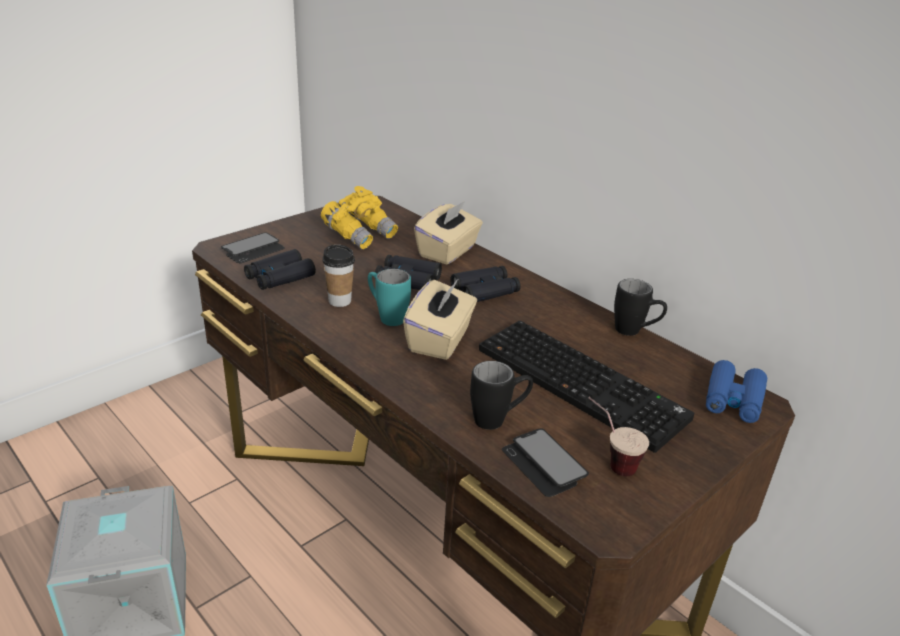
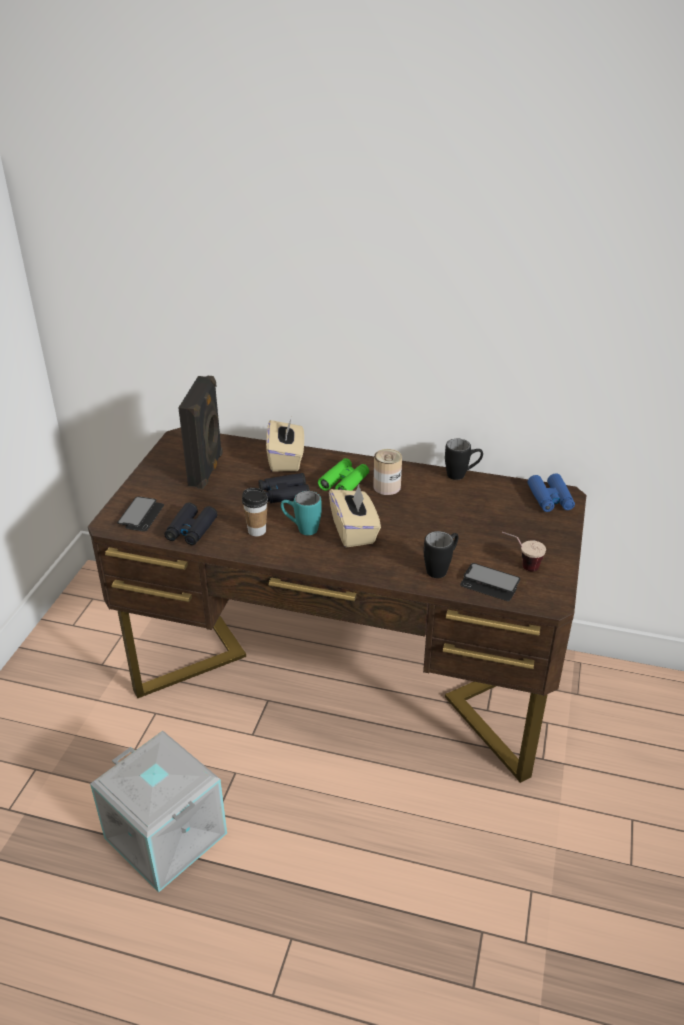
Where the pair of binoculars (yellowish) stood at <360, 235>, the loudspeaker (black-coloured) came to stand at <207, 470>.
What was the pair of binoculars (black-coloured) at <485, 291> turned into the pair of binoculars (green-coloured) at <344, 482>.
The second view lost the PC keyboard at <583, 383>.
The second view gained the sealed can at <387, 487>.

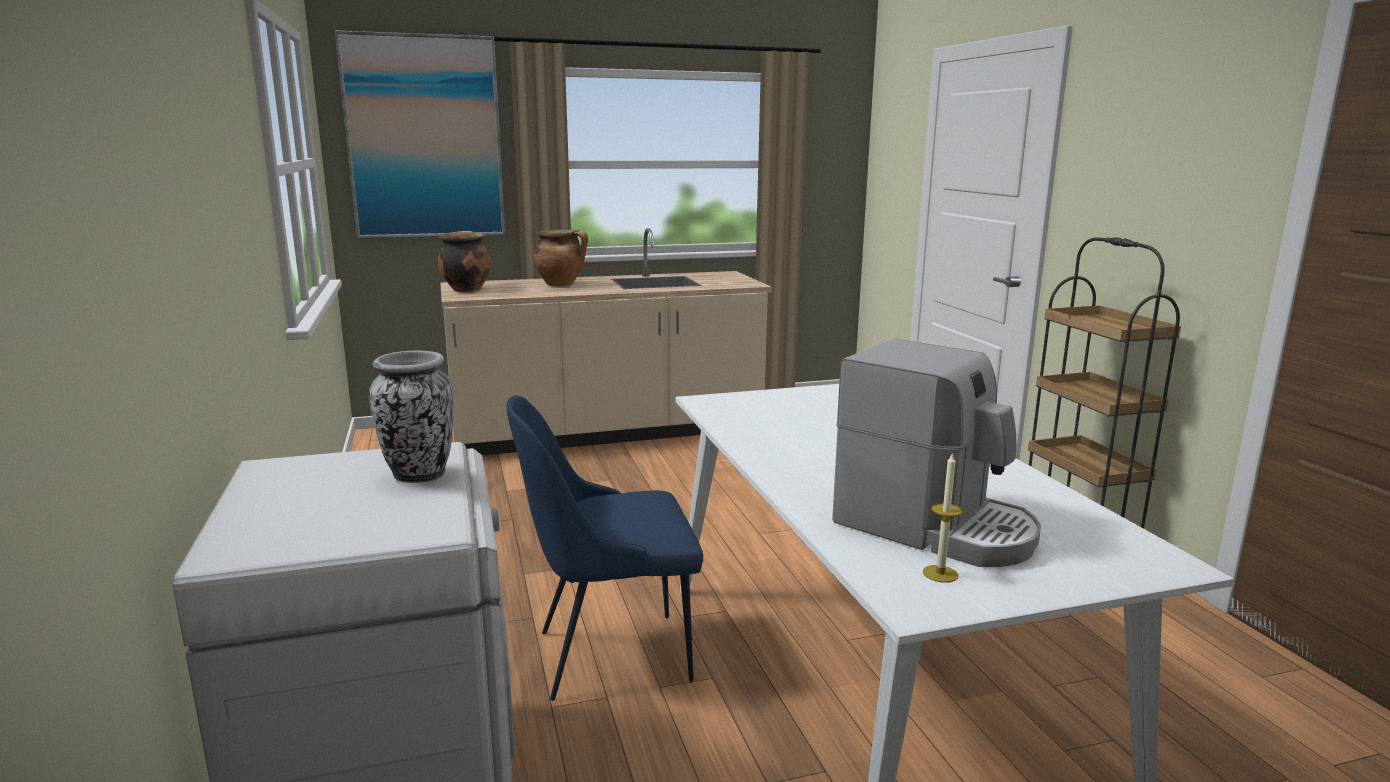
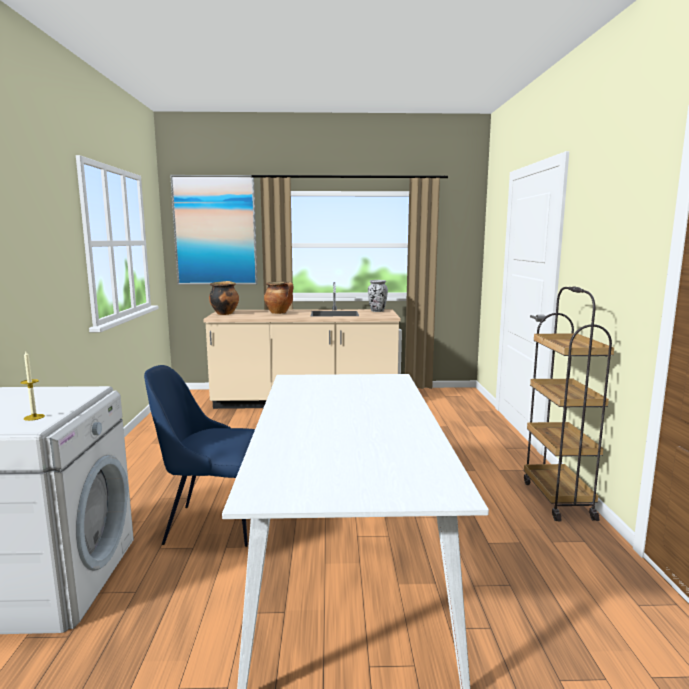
The second view lost the coffee machine at <935, 527>.
The flower vase ended up elsewhere, having gone from <419, 475> to <377, 311>.
The wax candle ended up elsewhere, having gone from <940, 574> to <34, 417>.

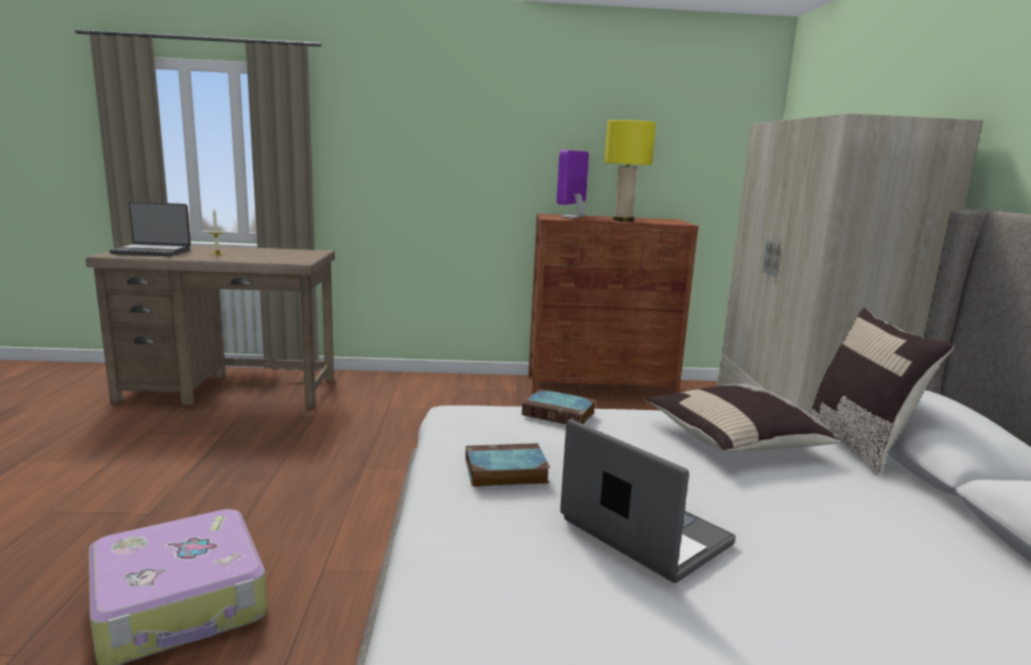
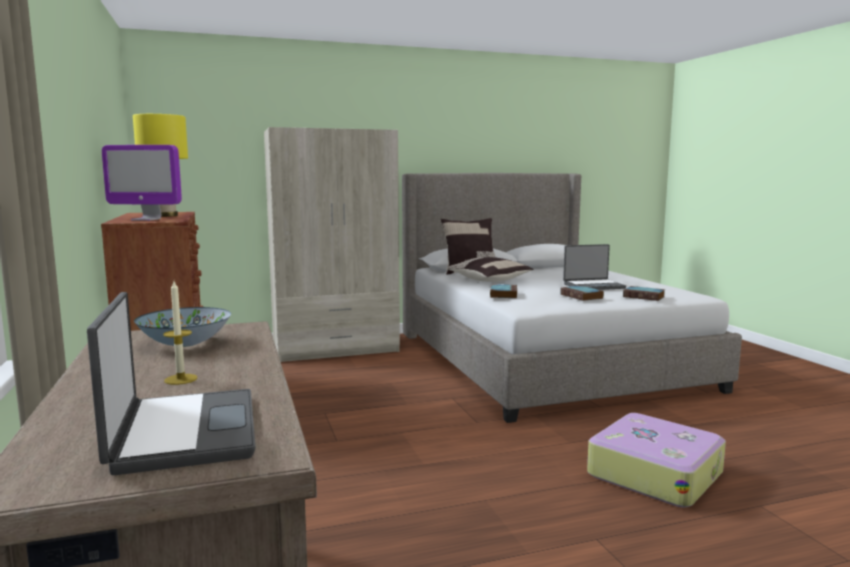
The portable computer at <642, 533> ended up facing another way, 135 degrees counterclockwise from before.
The second view gained the book at <644, 297>.
The second view gained the serving bowl at <185, 343>.

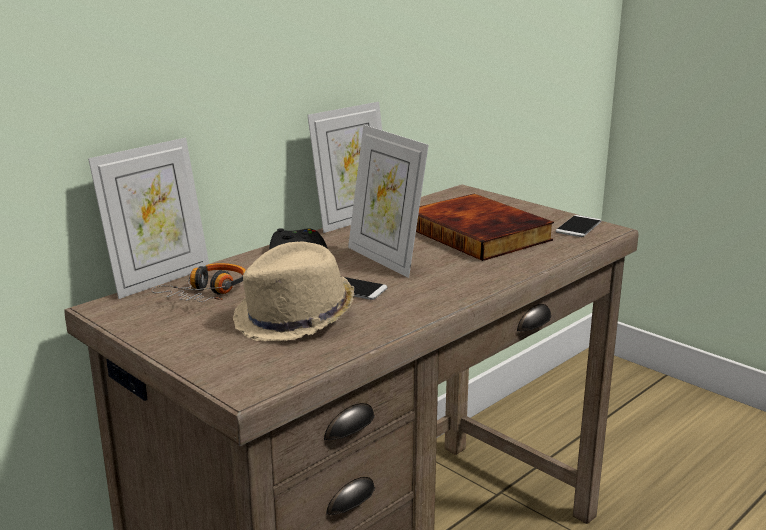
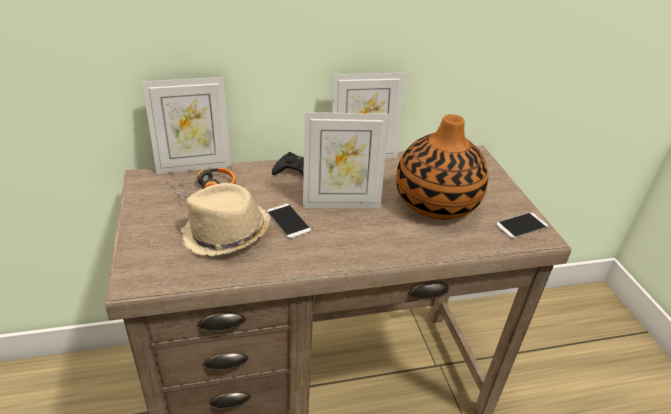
The photo frame at <385, 259> ended up facing another way, 90 degrees counterclockwise from before.
Where the book stood at <480, 233>, the flower vase came to stand at <436, 203>.

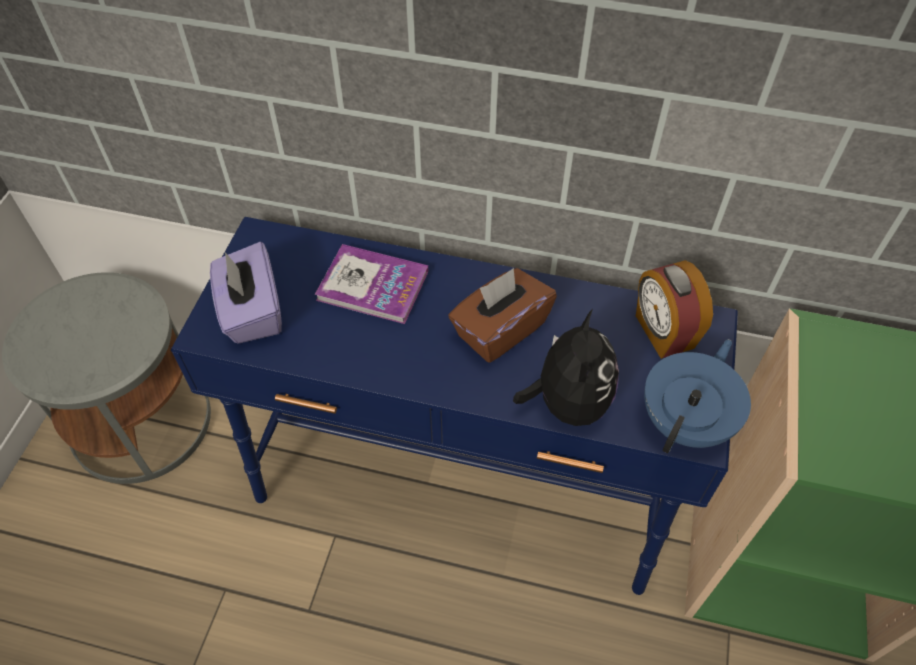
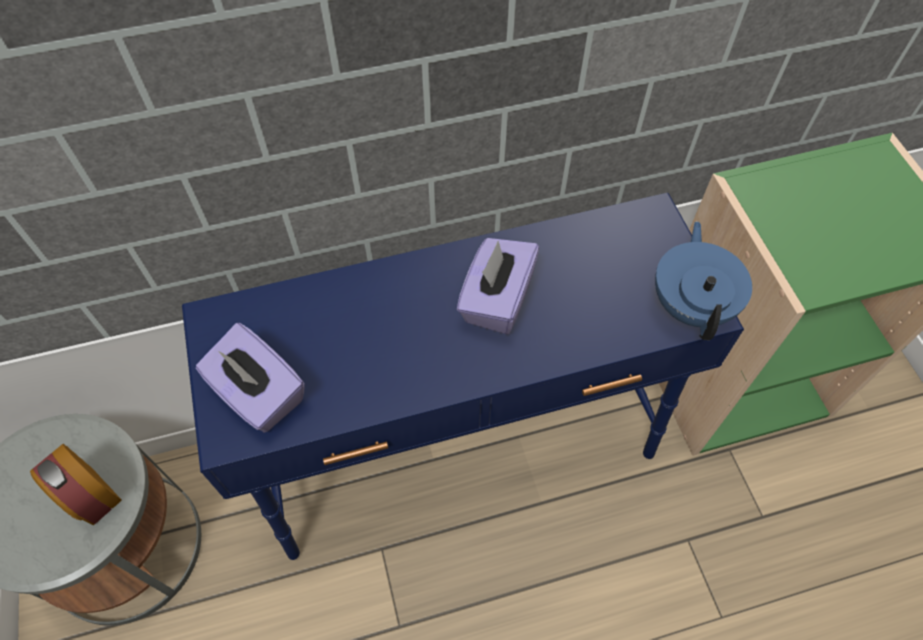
The second view lost the book at <372, 285>.
The alarm clock ended up elsewhere, having gone from <662, 332> to <91, 497>.
What was the tissue box (brownish) at <500, 330> turned into the tissue box (purplish) at <496, 300>.
The second view lost the soft toy at <567, 402>.

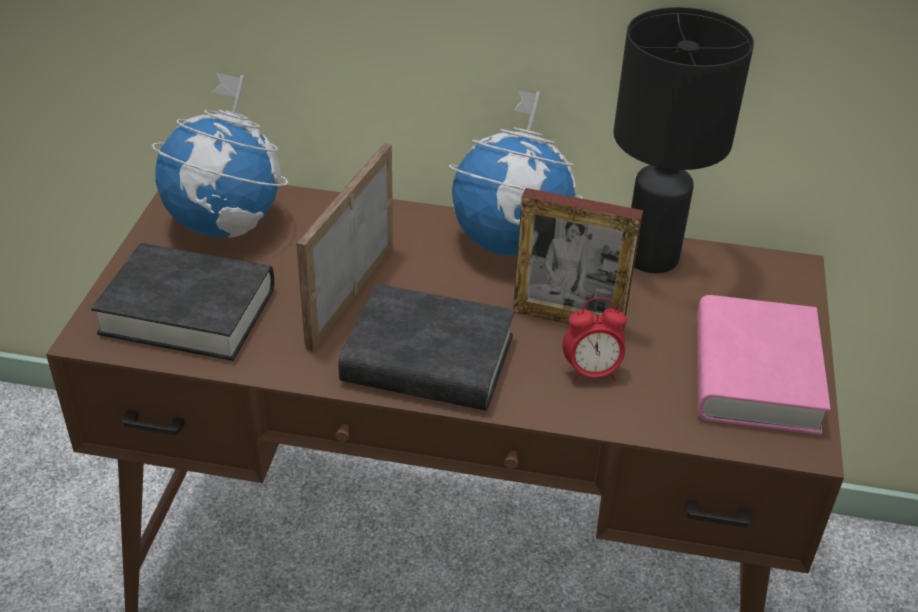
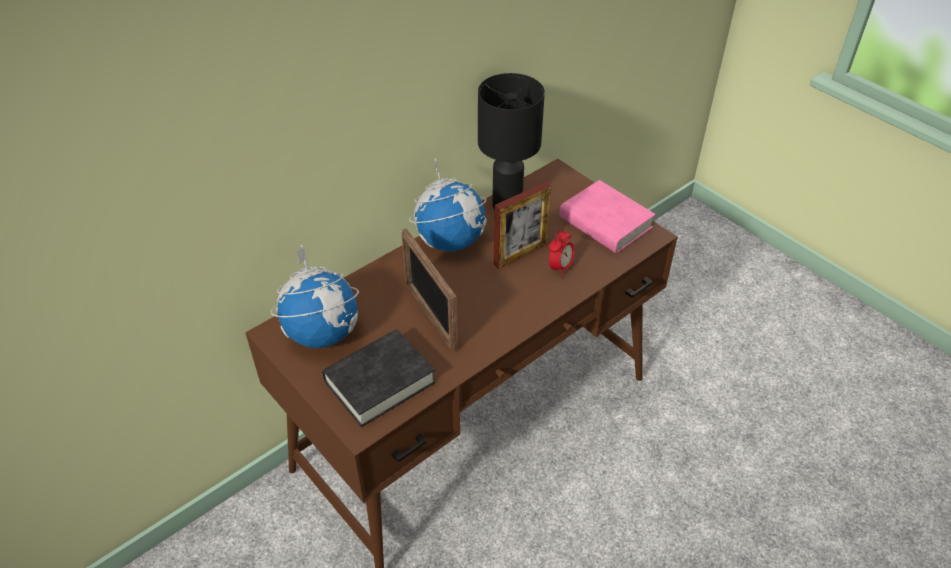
The second view lost the book (black-coloured) at <428, 359>.

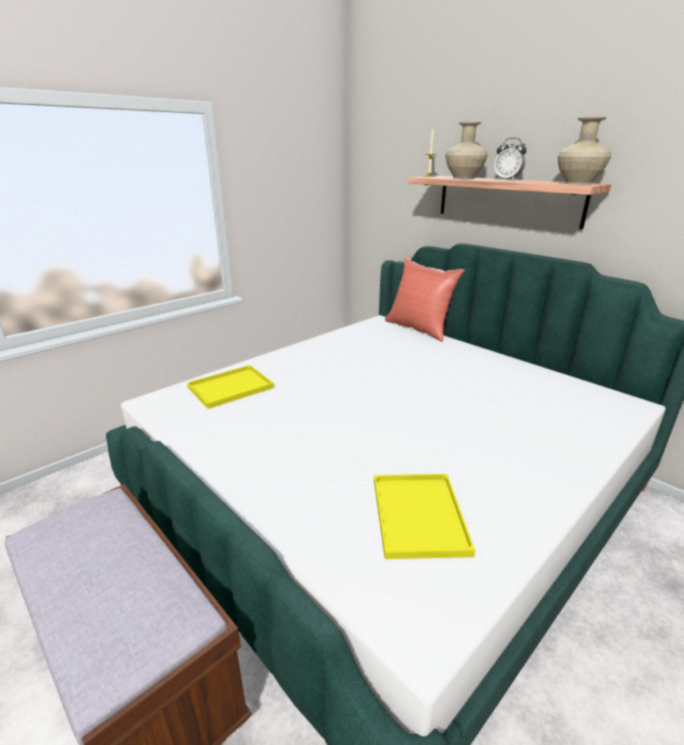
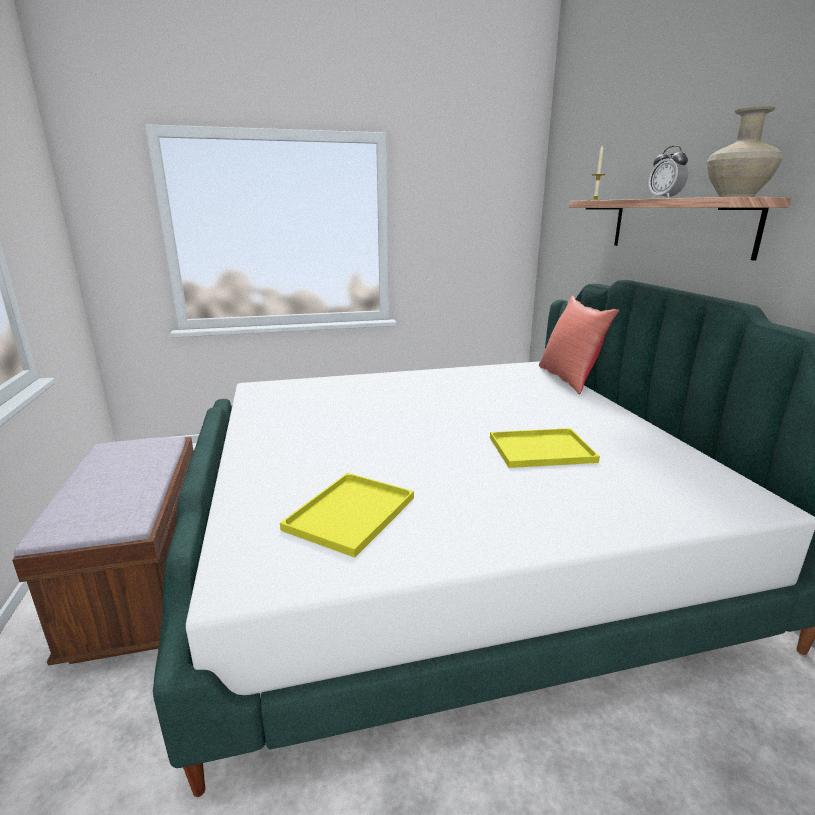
The second view lost the flower vase (sand-coloured) at <464, 178>.
The serving tray (yellowish) ended up elsewhere, having gone from <232, 386> to <543, 449>.

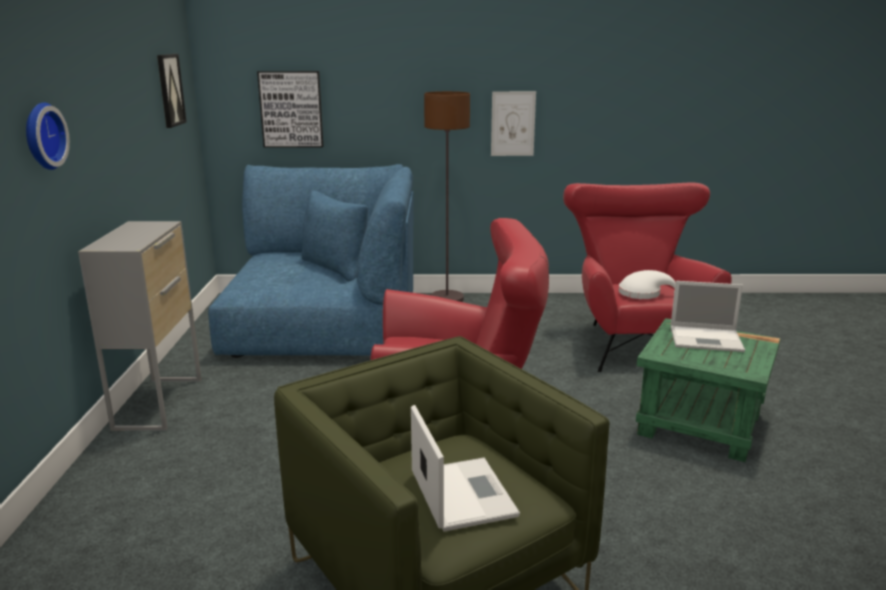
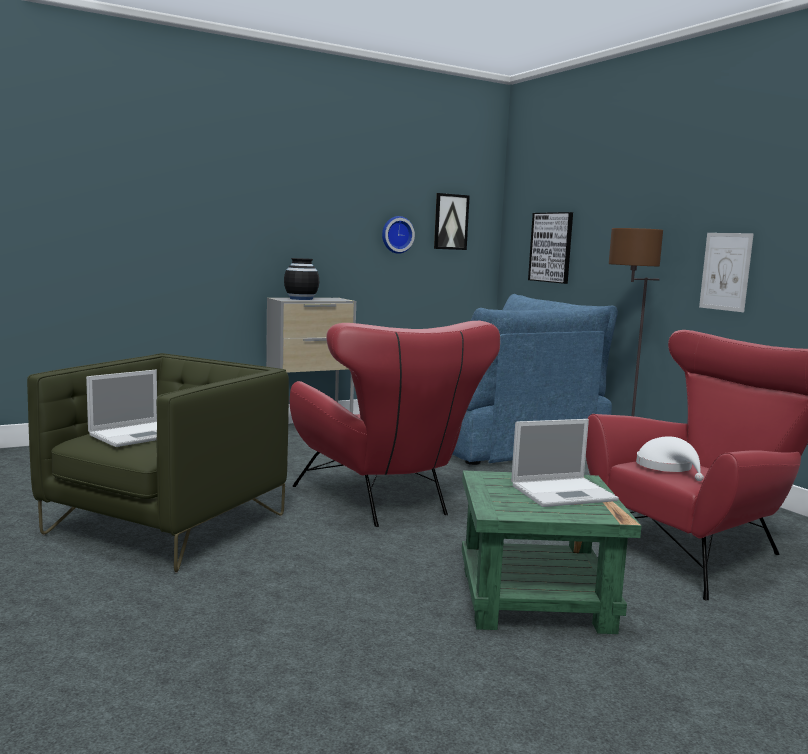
The clock on the wall ended up elsewhere, having gone from <41, 136> to <396, 234>.
The portable computer at <707, 339> ended up facing another way, 90 degrees counterclockwise from before.
The second view gained the flower vase (black-coloured) at <301, 299>.

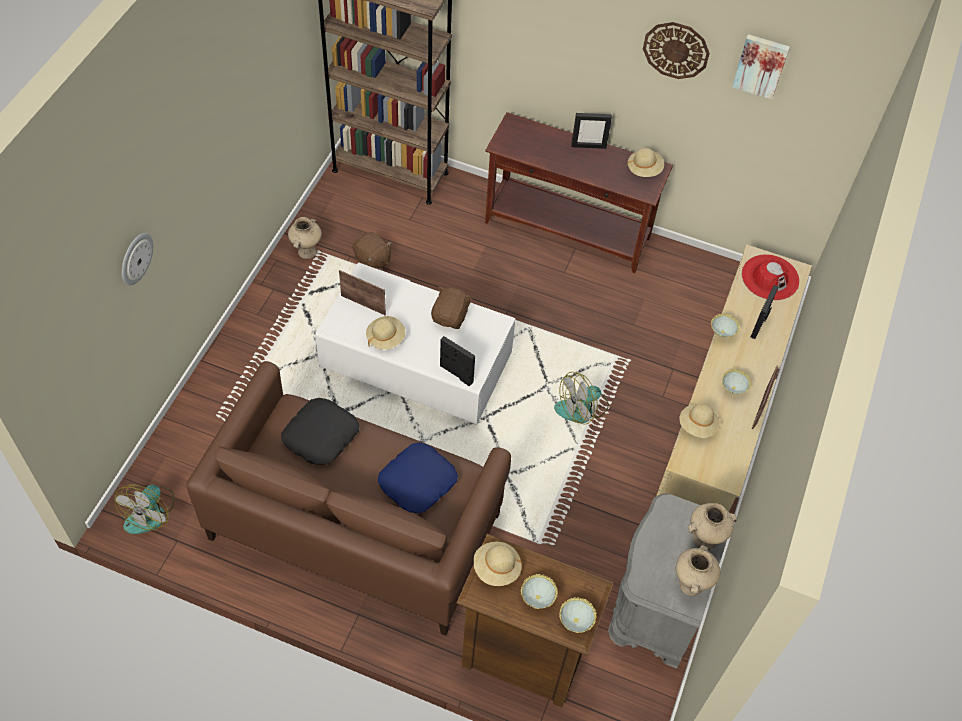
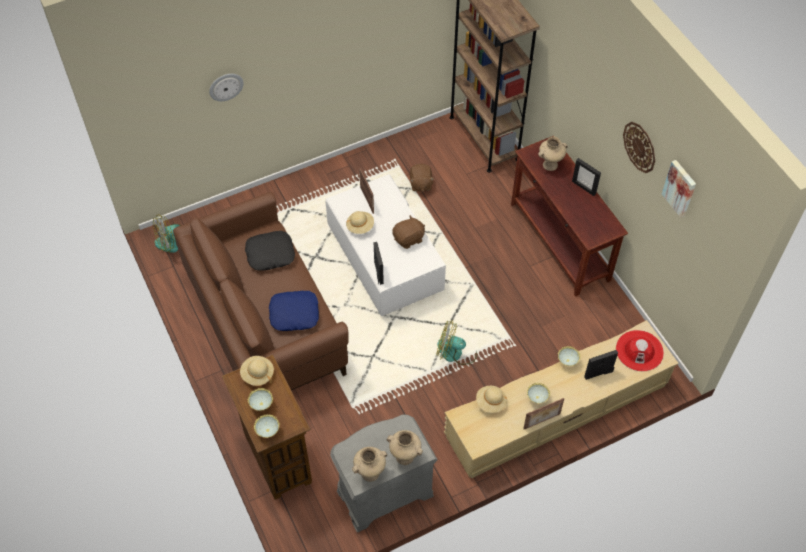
The second view lost the clothing hat (sand-coloured) at <644, 170>.
The flower vase (sand-coloured) ended up elsewhere, having gone from <307, 251> to <550, 164>.

